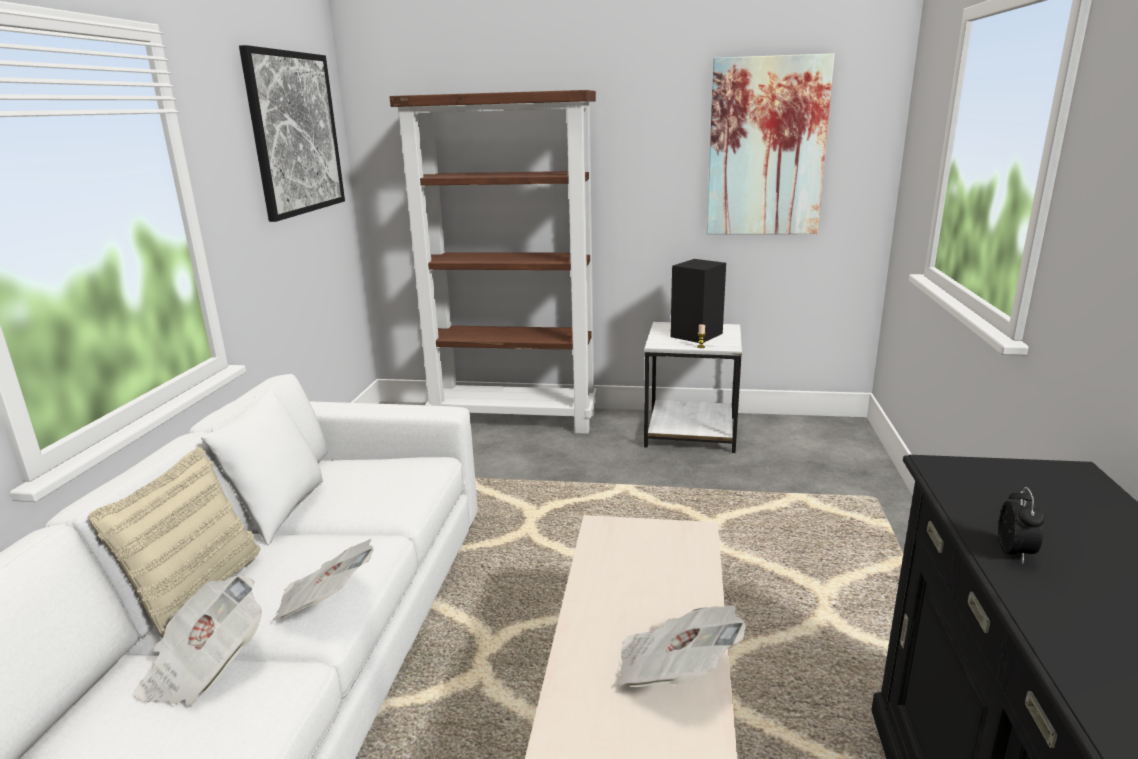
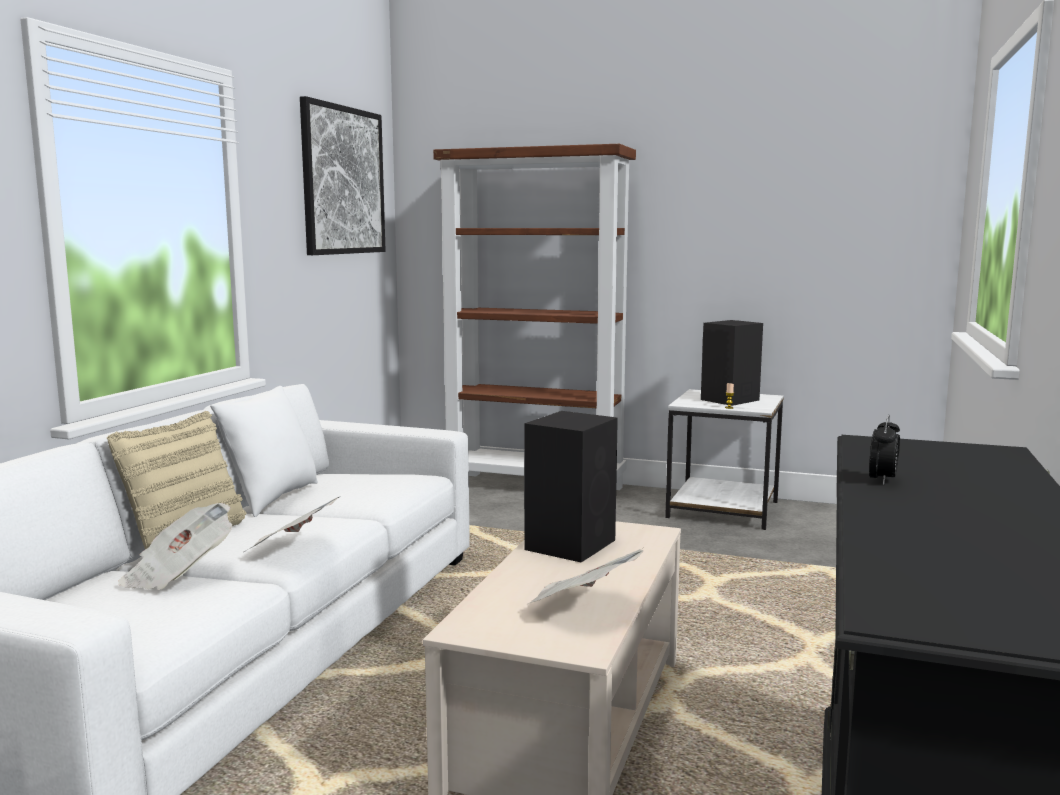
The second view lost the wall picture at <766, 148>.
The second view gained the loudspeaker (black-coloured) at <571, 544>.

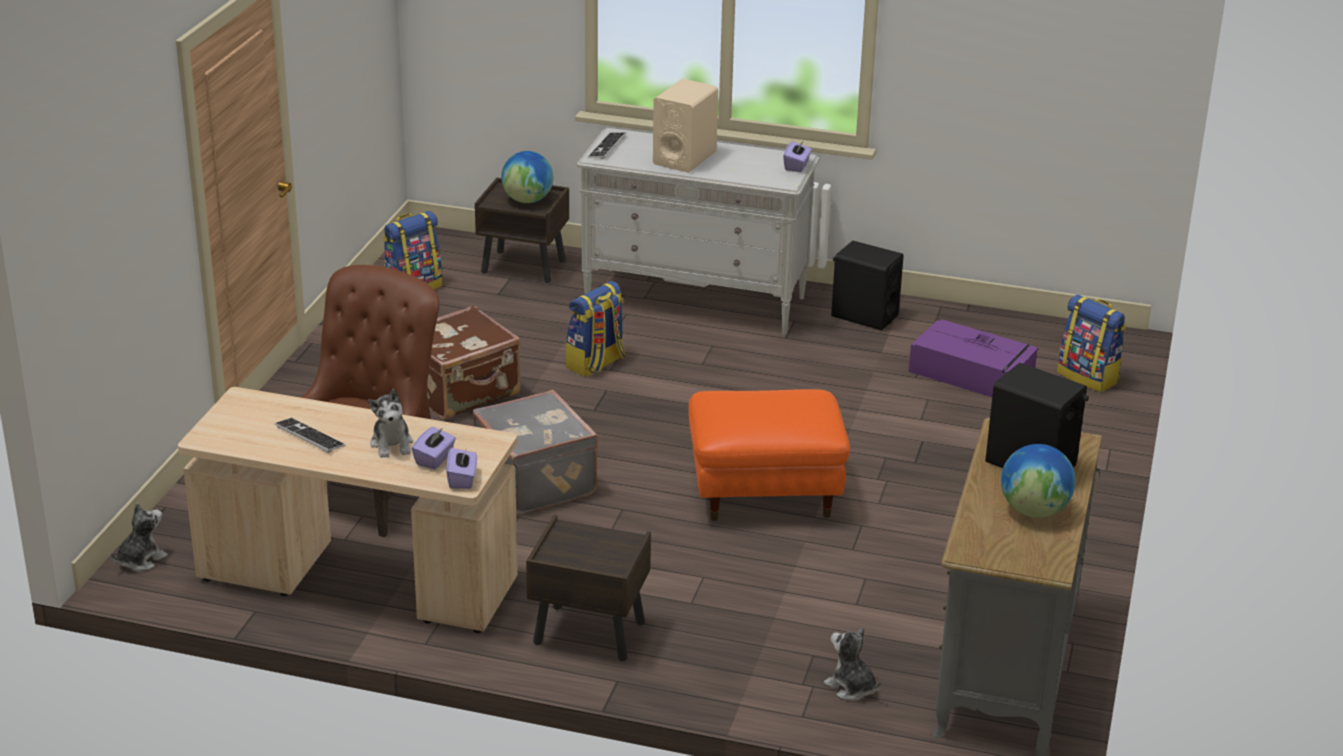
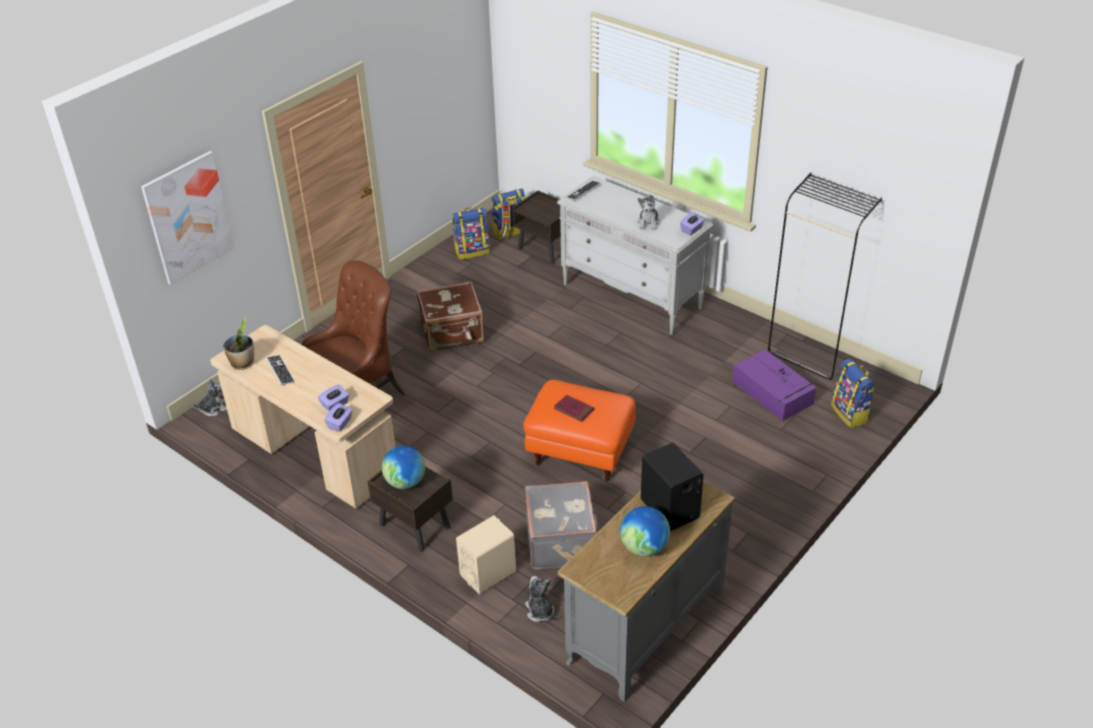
The loudspeaker (sand-coloured) ended up elsewhere, having gone from <684, 158> to <488, 573>.
The desk globe ended up elsewhere, having gone from <528, 200> to <406, 482>.
The second view lost the loudspeaker (black-coloured) at <864, 316>.
The backpack ended up elsewhere, having gone from <596, 364> to <510, 233>.
The soft toy ended up elsewhere, having gone from <392, 444> to <648, 223>.
The piece of luggage (grey) ended up elsewhere, having gone from <537, 481> to <562, 541>.
The second view gained the wall picture at <188, 217>.
The second view gained the garment rack (black-coloured) at <810, 356>.
The second view gained the houseplant at <243, 363>.
The second view gained the book (red-coloured) at <574, 410>.

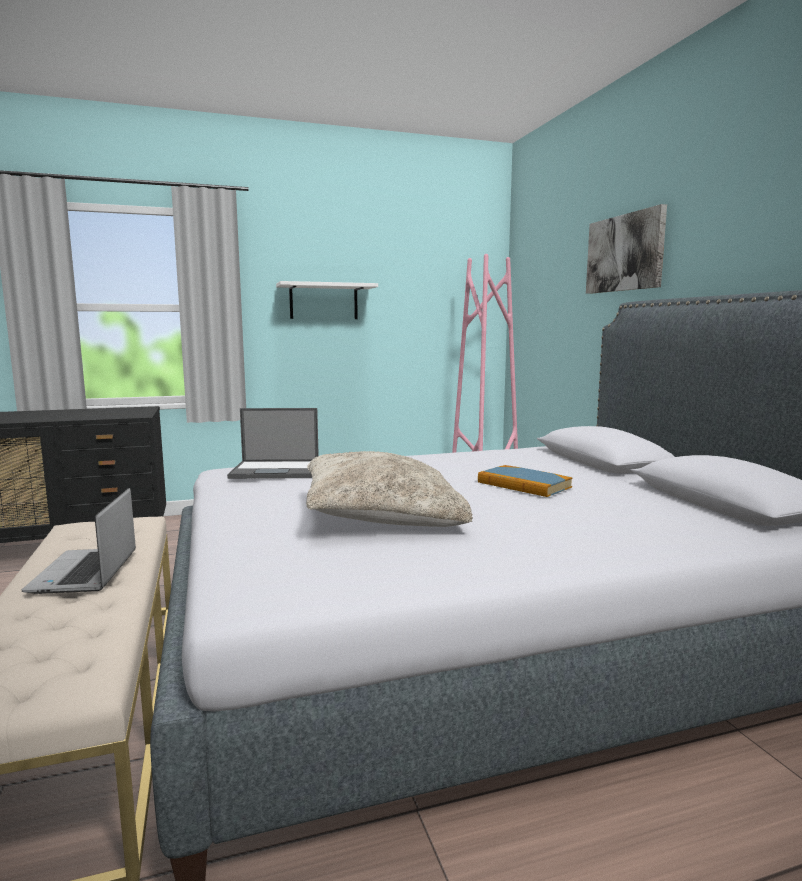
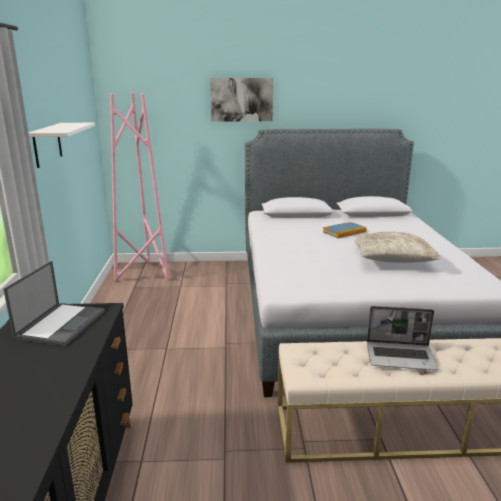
The portable computer ended up elsewhere, having gone from <277, 470> to <61, 323>.

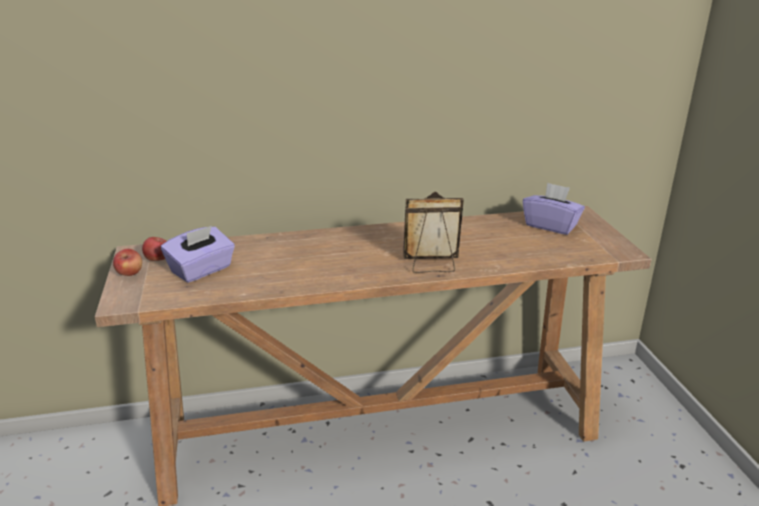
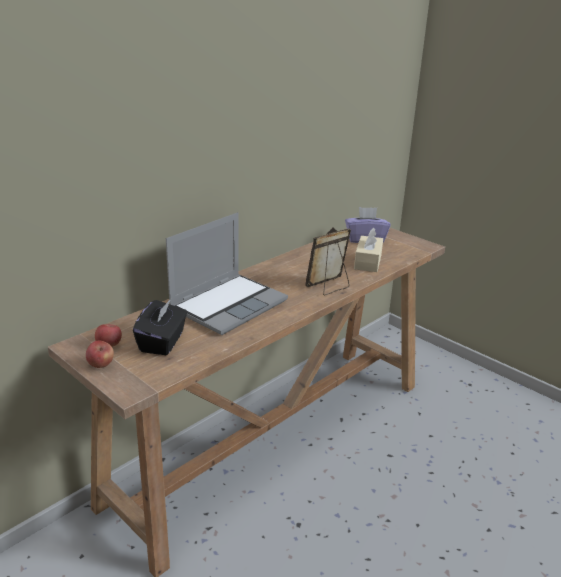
What was the tissue box (purplish) at <202, 270> turned into the tissue box (black-coloured) at <162, 342>.
The second view gained the portable computer at <229, 304>.
The second view gained the tissue box (sand-coloured) at <368, 262>.

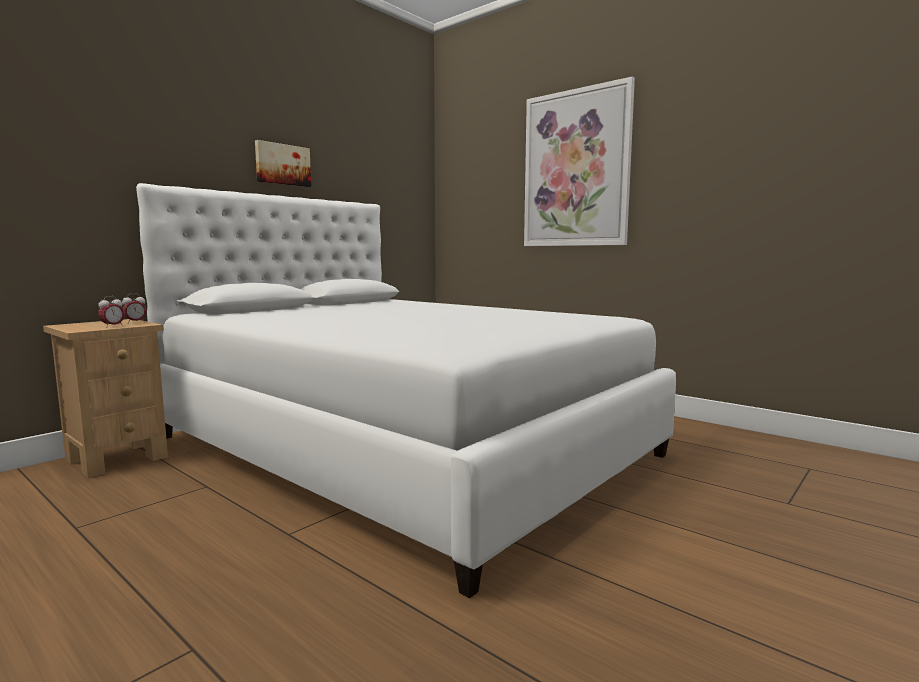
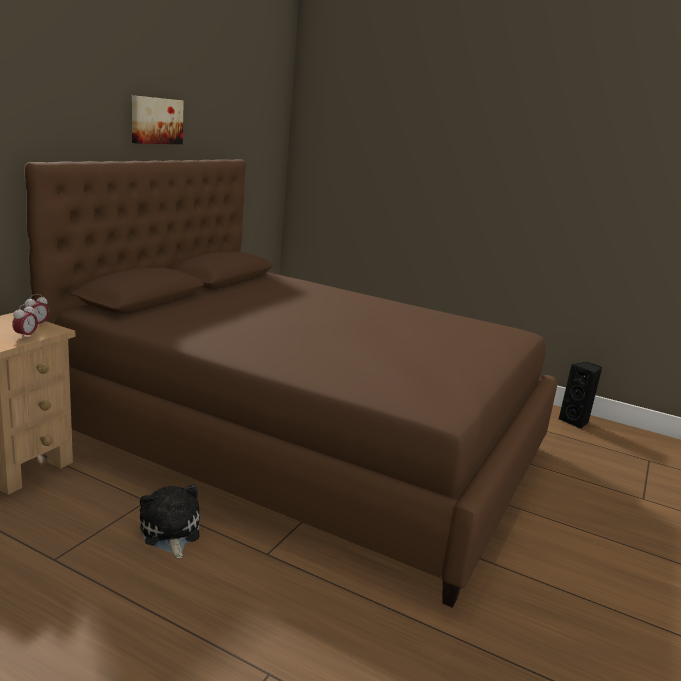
The second view lost the wall picture at <576, 169>.
What was the bed (white) at <401, 445> turned into the bed (brownish) at <303, 440>.
The second view gained the loudspeaker (black-coloured) at <575, 421>.
The second view gained the soft toy at <170, 533>.

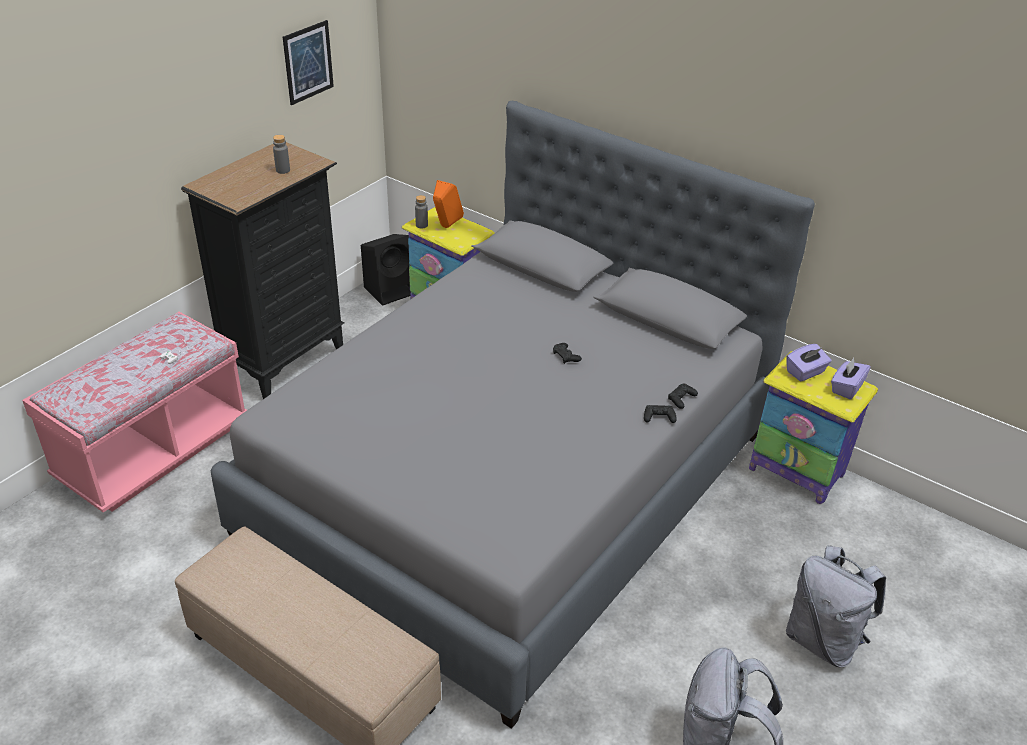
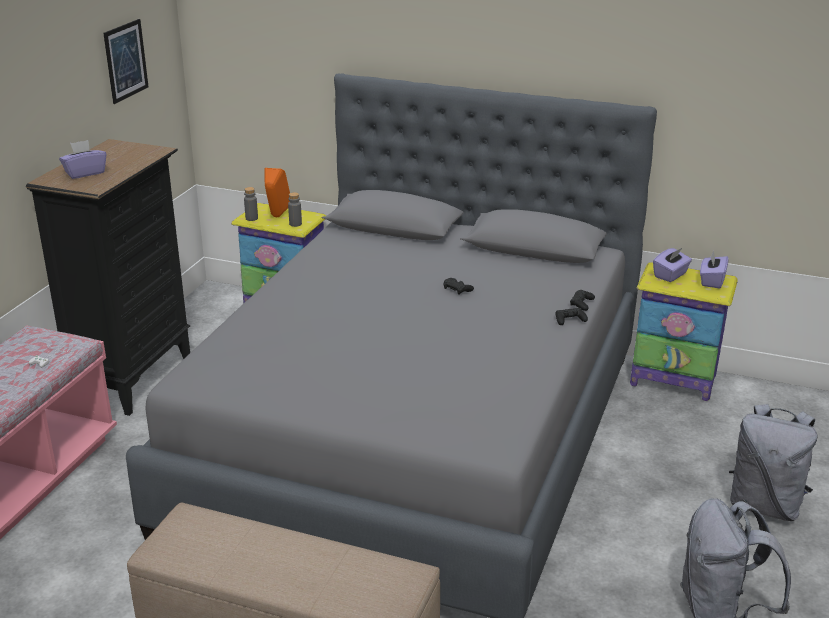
The bottle (grey) ended up elsewhere, having gone from <283, 170> to <295, 224>.
The second view lost the loudspeaker (black-coloured) at <390, 290>.
The second view gained the tissue box (purplish) at <85, 173>.

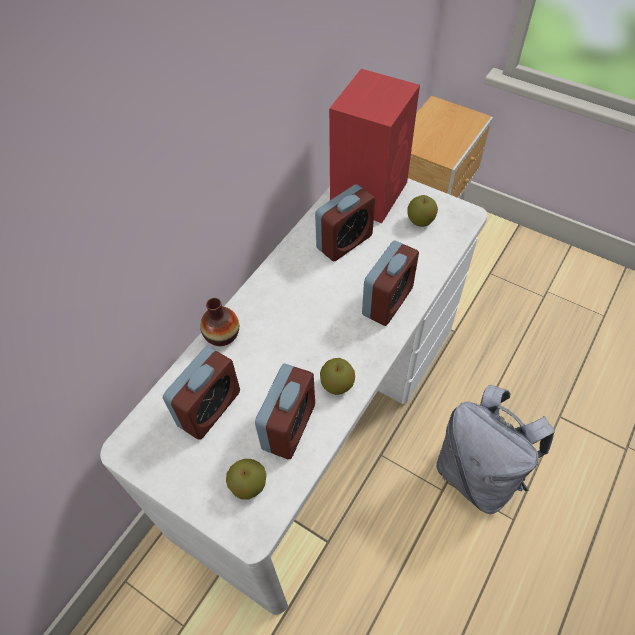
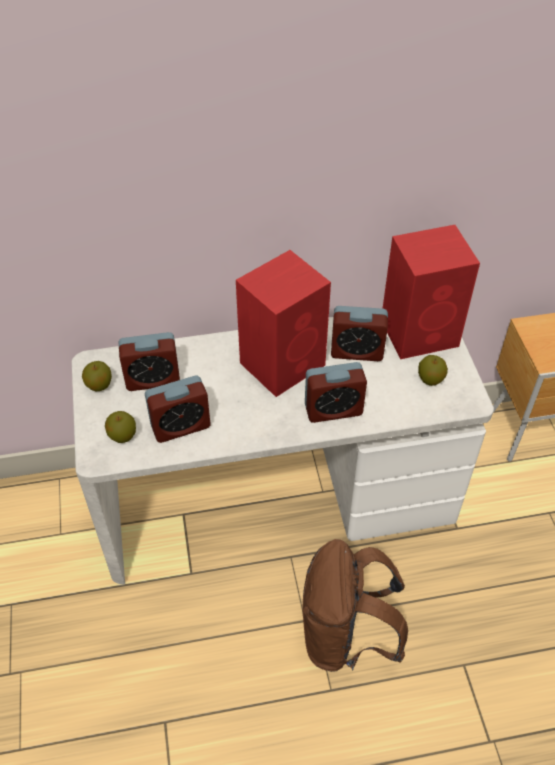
The second view lost the flower vase at <222, 334>.
The whole apple ended up elsewhere, having gone from <337, 385> to <99, 385>.
What was the backpack (grey) at <478, 473> turned into the backpack (brownish) at <345, 636>.
The second view gained the loudspeaker (red-coloured) at <284, 363>.

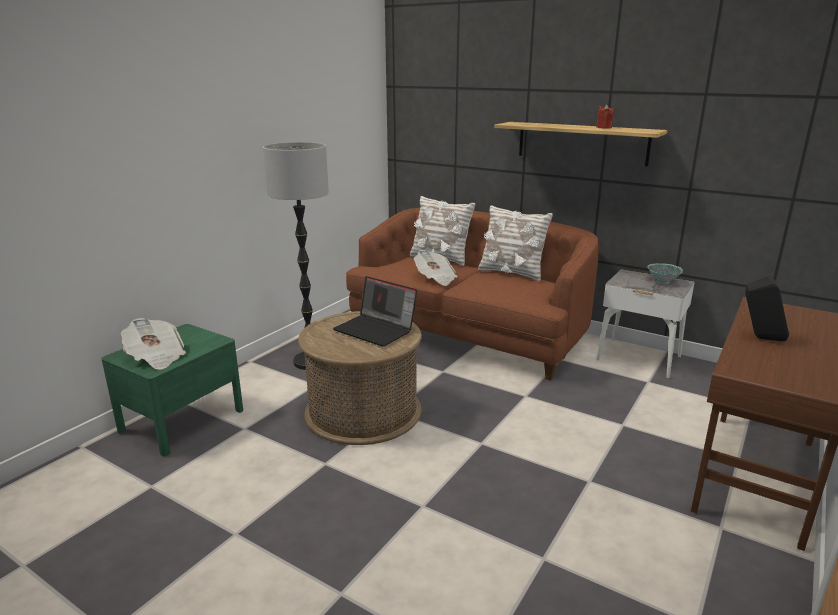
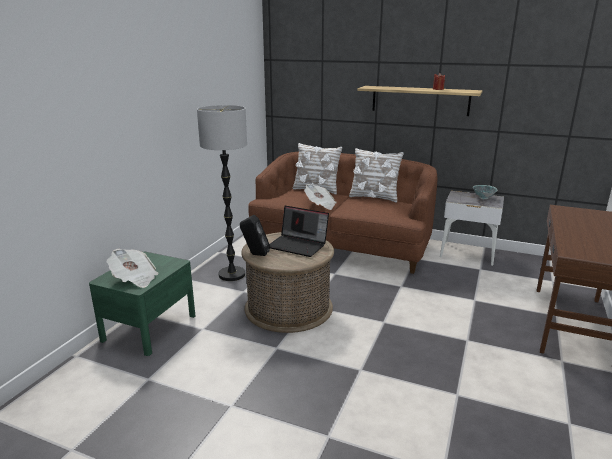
The loudspeaker (black-coloured) ended up elsewhere, having gone from <760, 338> to <255, 254>.

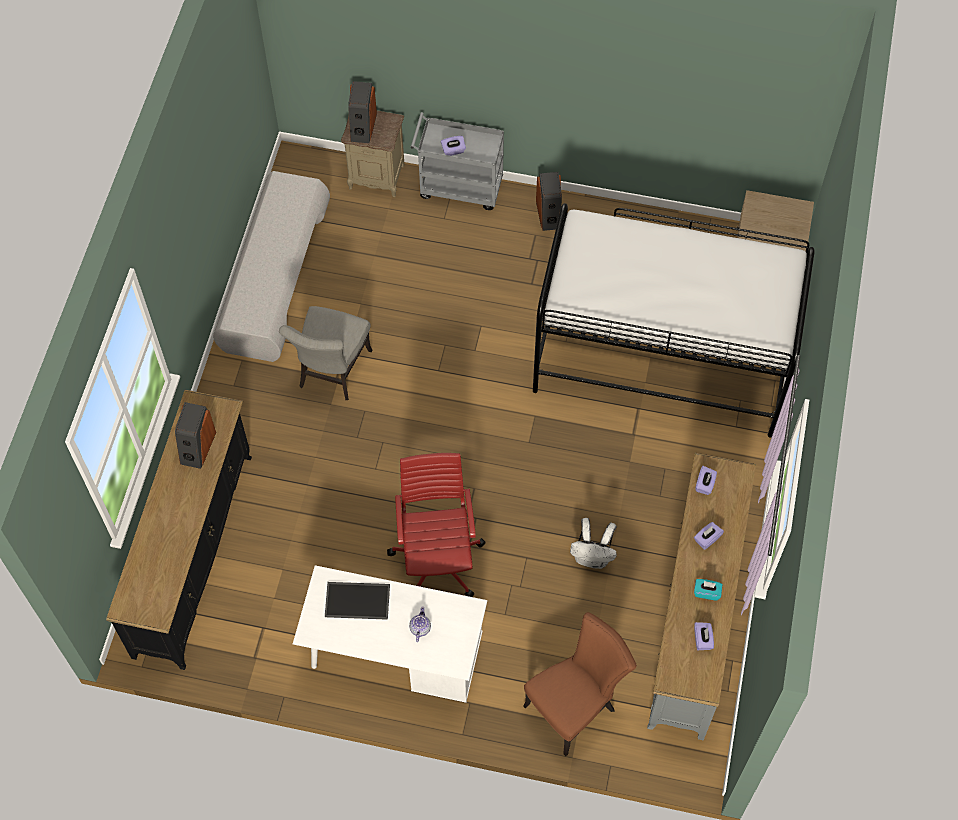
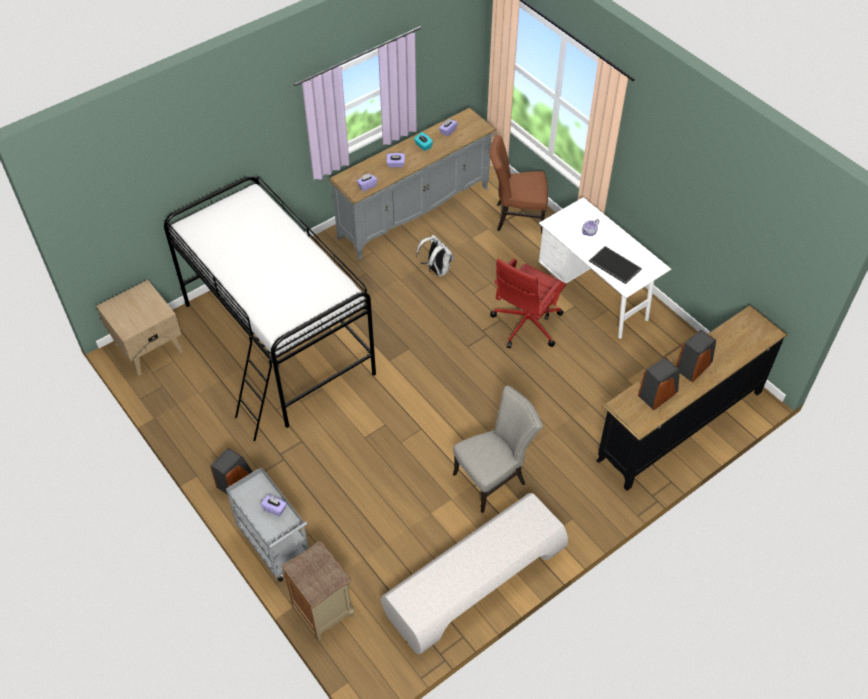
The loudspeaker ended up elsewhere, having gone from <362, 127> to <694, 366>.

